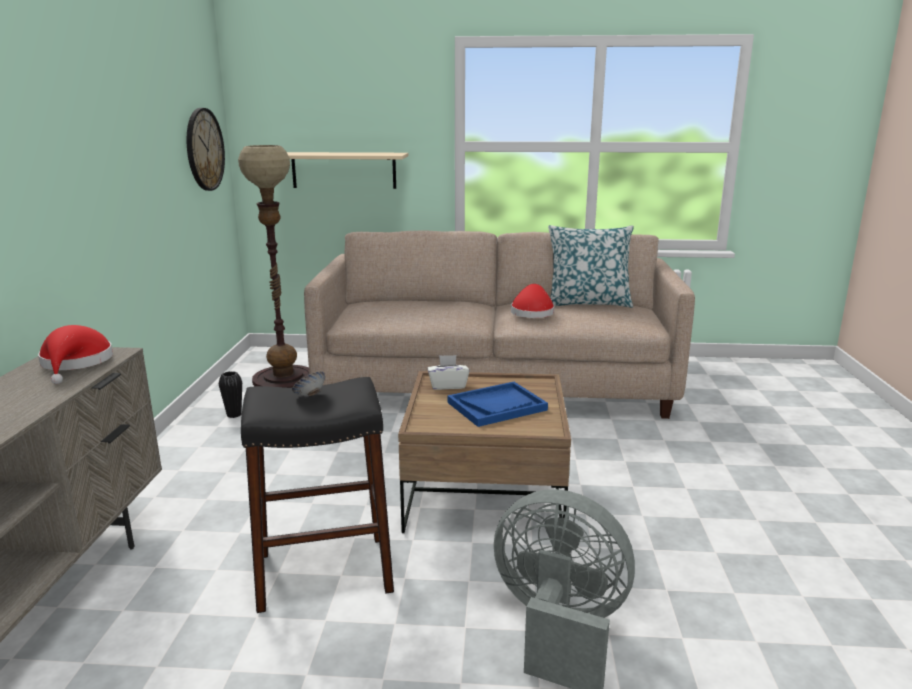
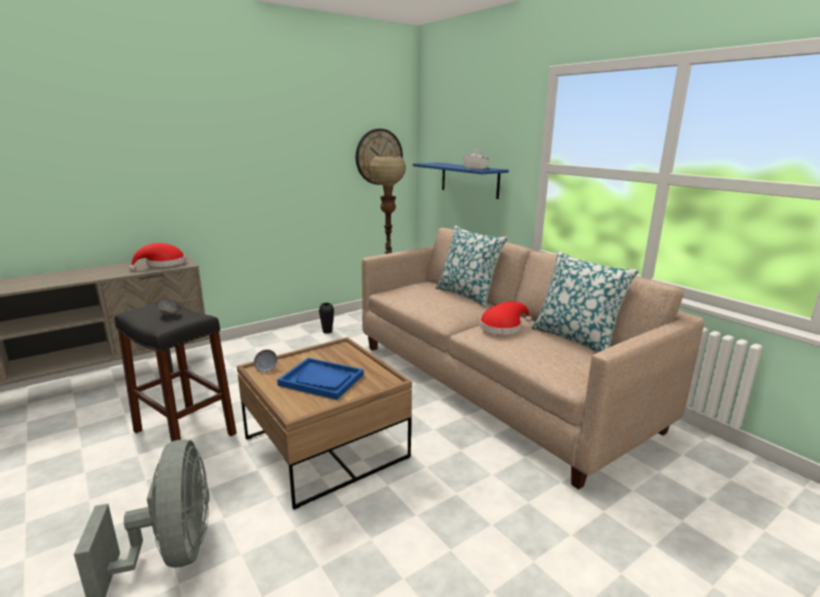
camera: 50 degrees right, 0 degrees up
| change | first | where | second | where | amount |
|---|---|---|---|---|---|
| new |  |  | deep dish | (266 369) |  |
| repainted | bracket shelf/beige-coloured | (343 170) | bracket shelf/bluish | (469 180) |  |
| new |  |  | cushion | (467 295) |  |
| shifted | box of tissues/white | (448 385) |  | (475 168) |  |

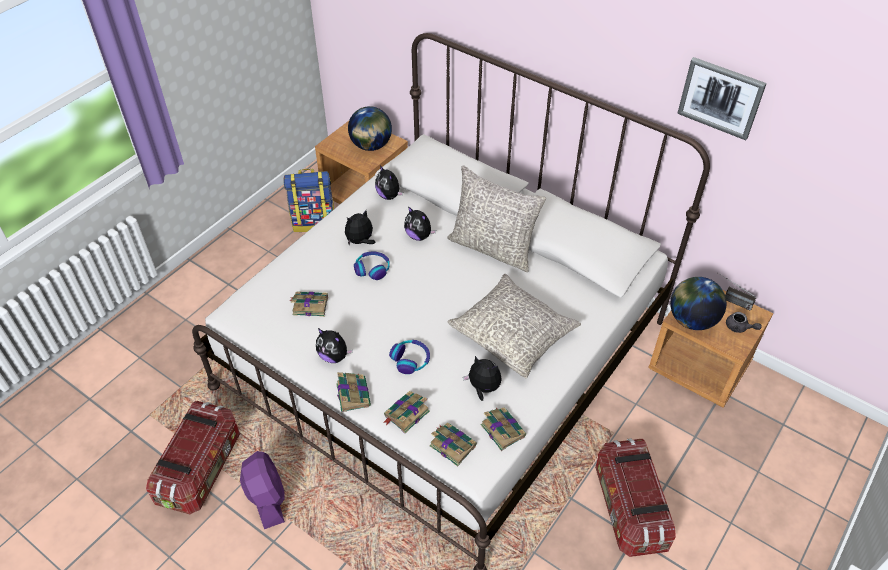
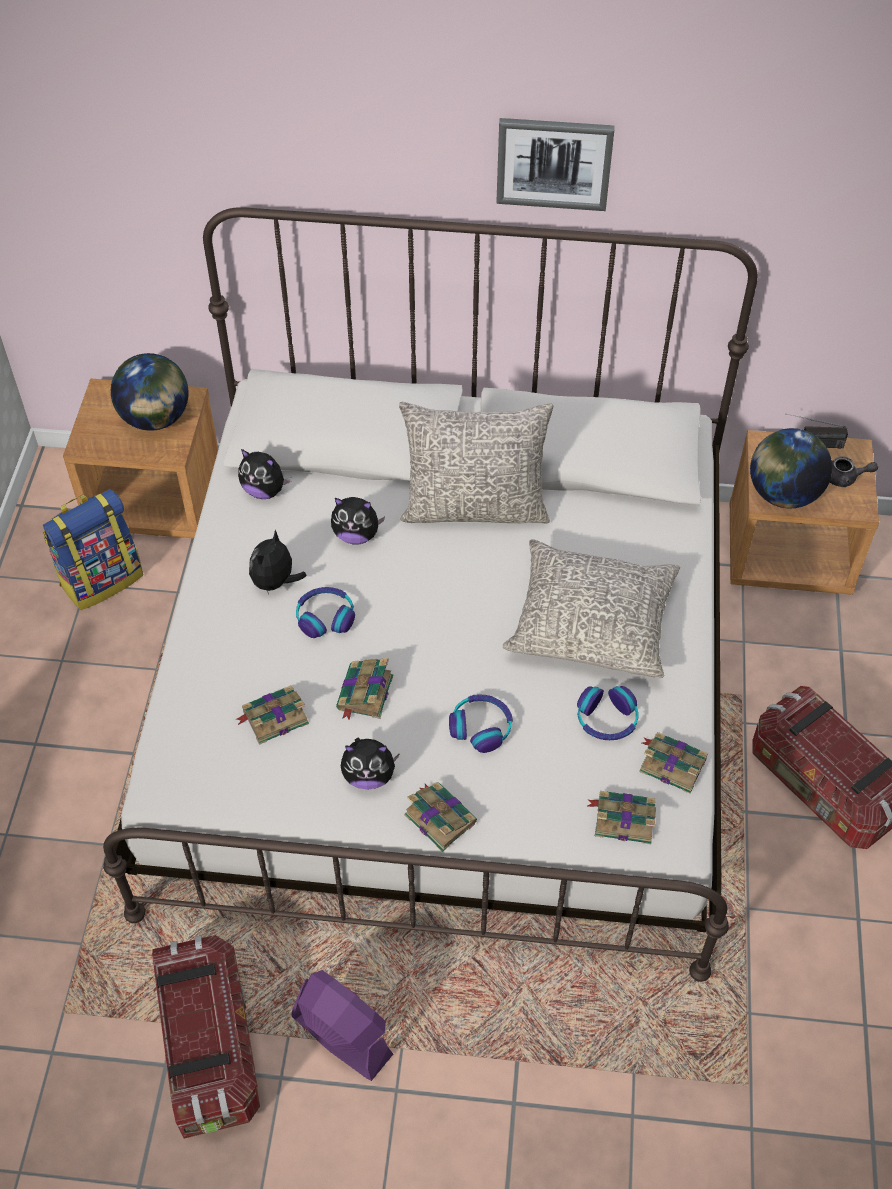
camera: 30 degrees left, 5 degrees up
| change | first | where | second | where | amount |
|---|---|---|---|---|---|
| shifted | book | (406 414) |  | (364 694) |  |
| shifted | picture | (721 97) |  | (554 163) |  |
| swapped | cuddly toy | (483 388) | pair of headphones | (606 719) |  |

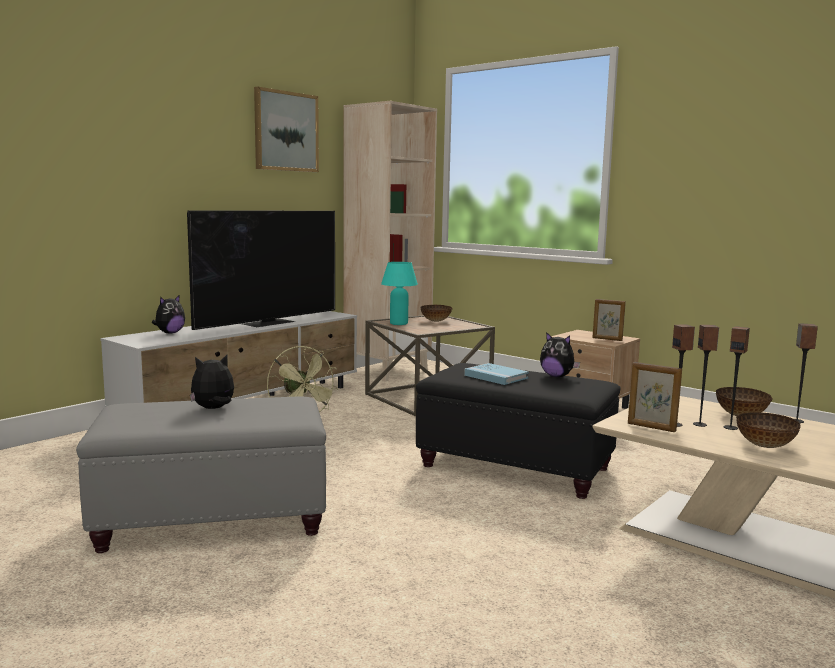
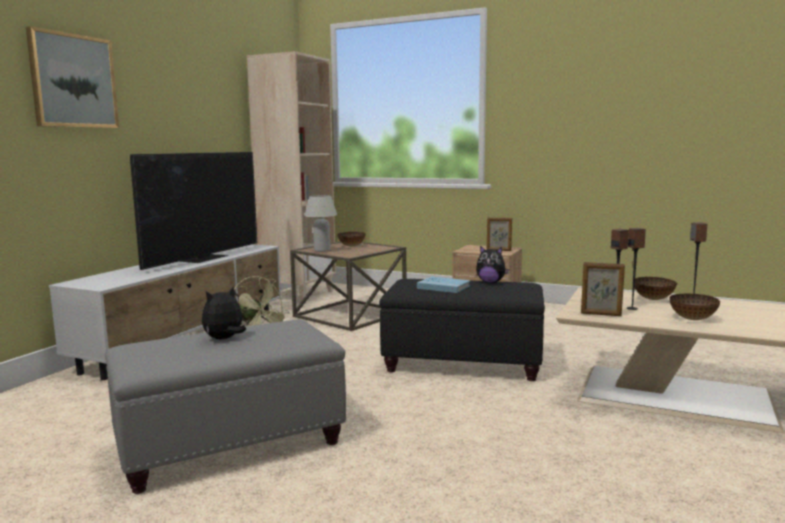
camera: 15 degrees left, 0 degrees up
| change | first | where | second | where | amount |
|---|---|---|---|---|---|
| shifted | picture | (285 131) |  | (73 81) |  |
| repainted | lamp for a table/turquoise | (398 323) | lamp for a table/white | (322 250) |  |
| gone | cuddly toy | (170 333) |  |  |  |
| gone | loudspeaker | (730 427) |  |  |  |

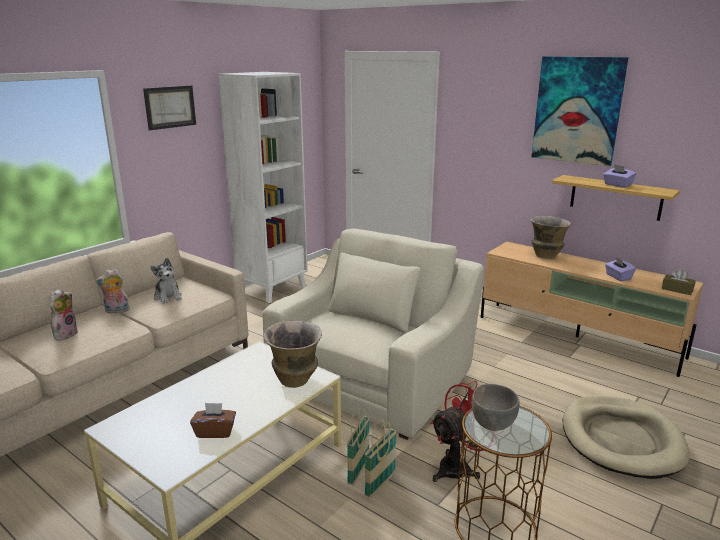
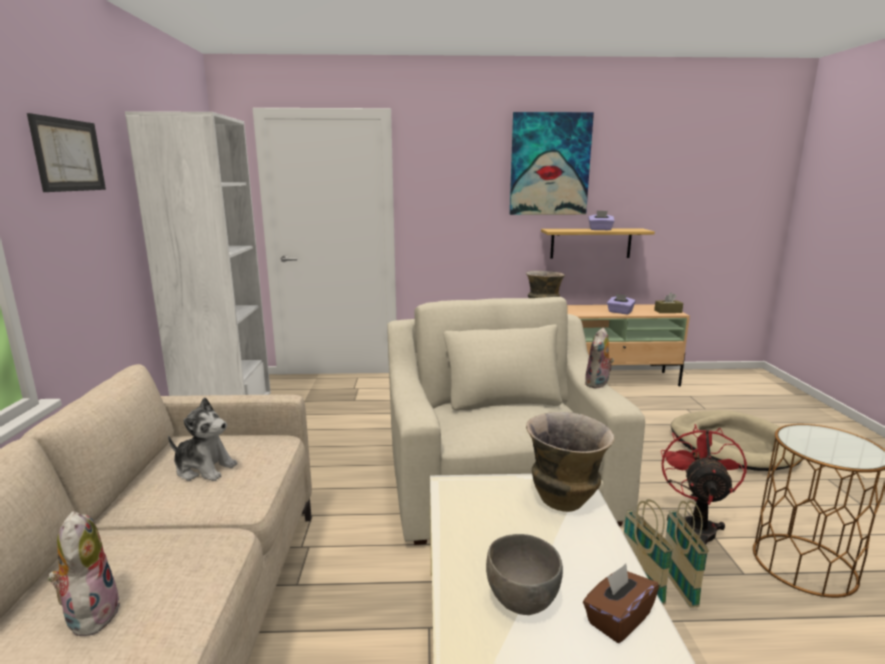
camera: 40 degrees left, 5 degrees down
| change | first | where | second | where | amount |
|---|---|---|---|---|---|
| shifted | deep dish/grey | (492 423) |  | (521 599) |  |
| shifted | cuddly toy | (116 311) |  | (598 384) |  |

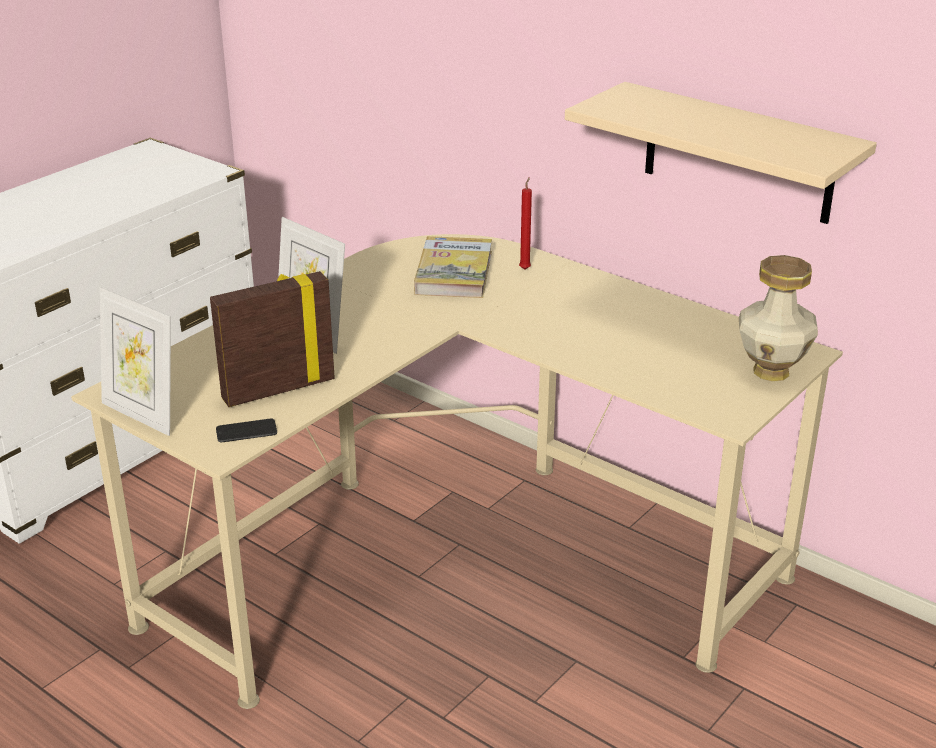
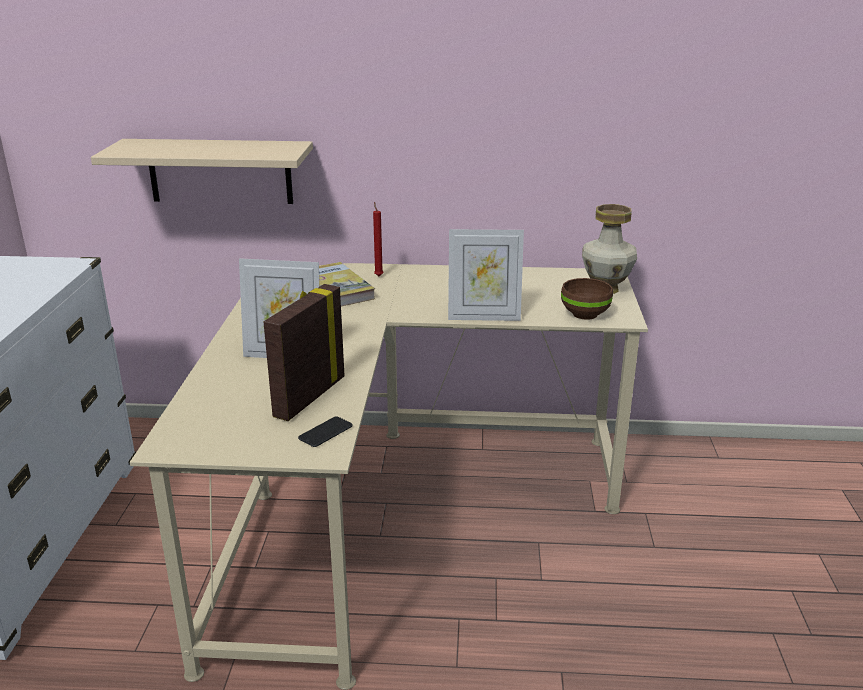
camera: 35 degrees left, 5 degrees down
| change | first | where | second | where | amount |
|---|---|---|---|---|---|
| shifted | bracket shelf/beige-coloured | (738 153) |  | (220 171) |  |
| shifted | photo frame | (143 414) |  | (484 317) |  |
| new |  |  | deep dish/brown-coloured | (585 314) |  |

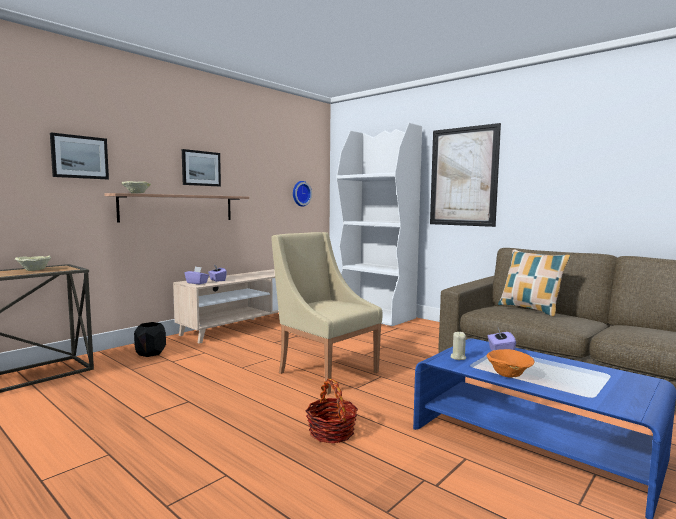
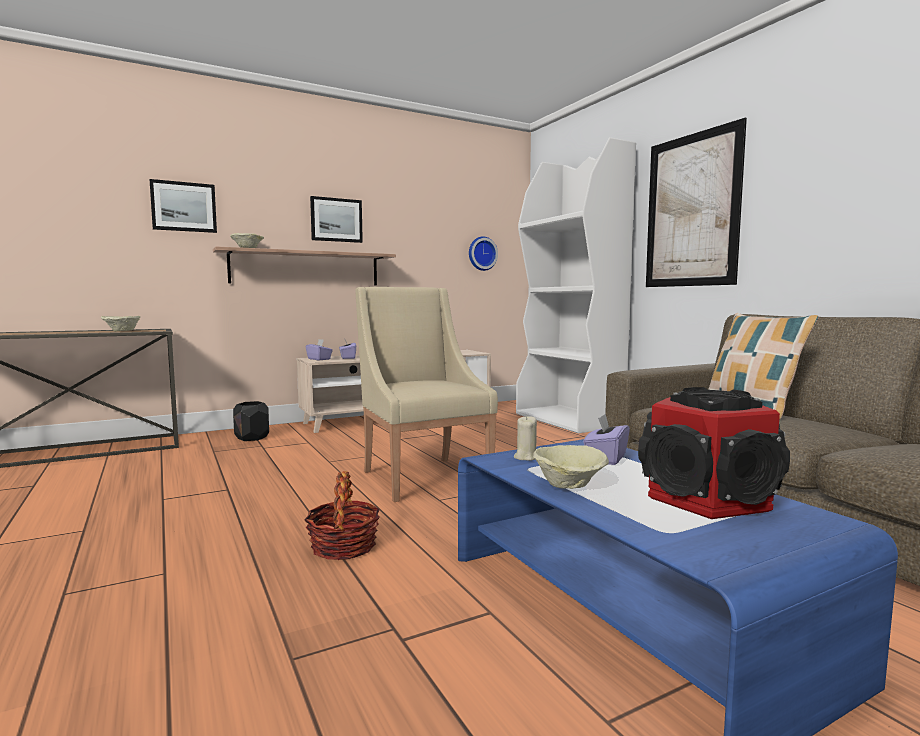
camera: 20 degrees right, 0 degrees up
| change | first | where | second | where | amount |
|---|---|---|---|---|---|
| repainted | deep dish/orange-coloured | (510 374) | deep dish/beige-coloured | (570 485) |  |
| new |  |  | loudspeaker | (707 498) |  |

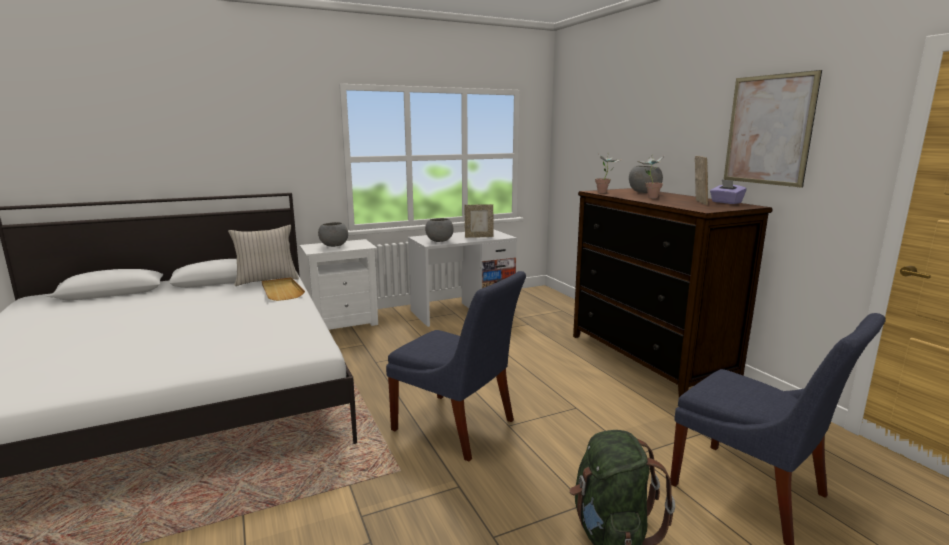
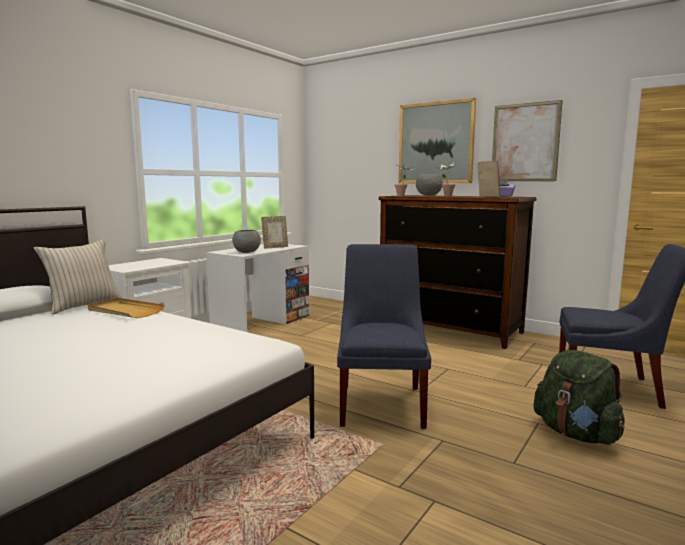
camera: 30 degrees left, 5 degrees down
| change | first | where | second | where | amount |
|---|---|---|---|---|---|
| rotated | plain chair/bluish | (457 427) |  | (382 403) | 90 degrees counterclockwise |
| new |  |  | picture | (435 143) |  |
| gone | deep dish/grey | (334 246) |  |  |  |

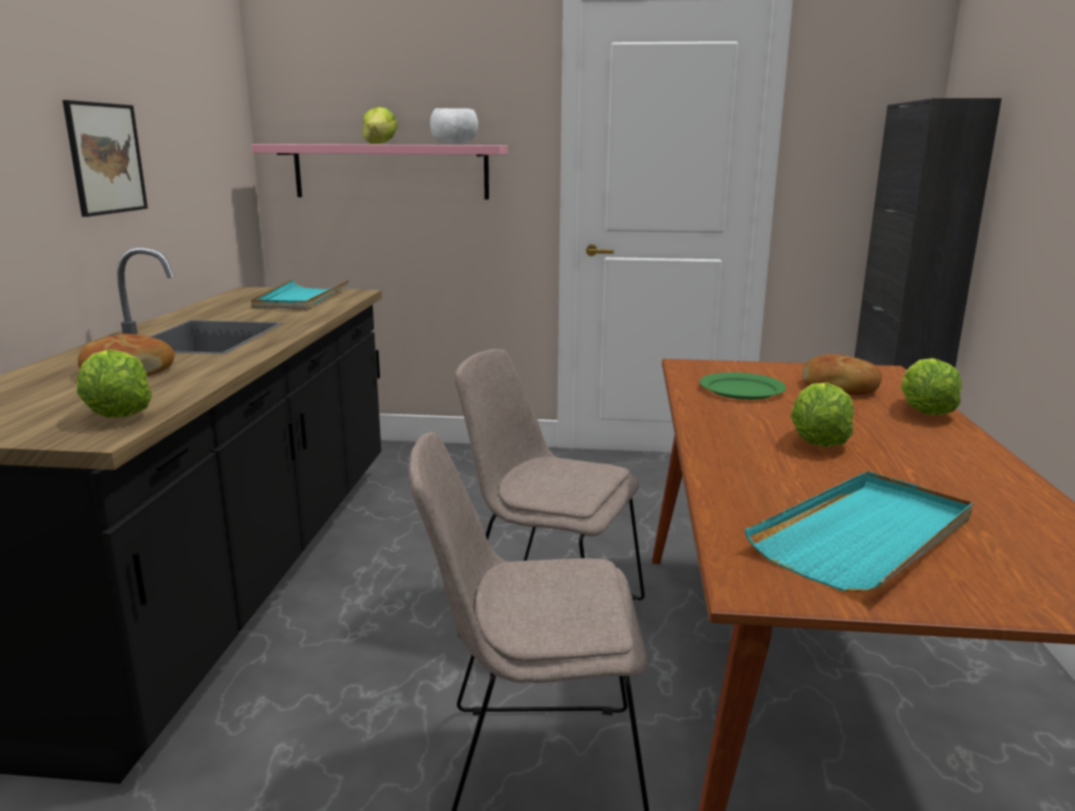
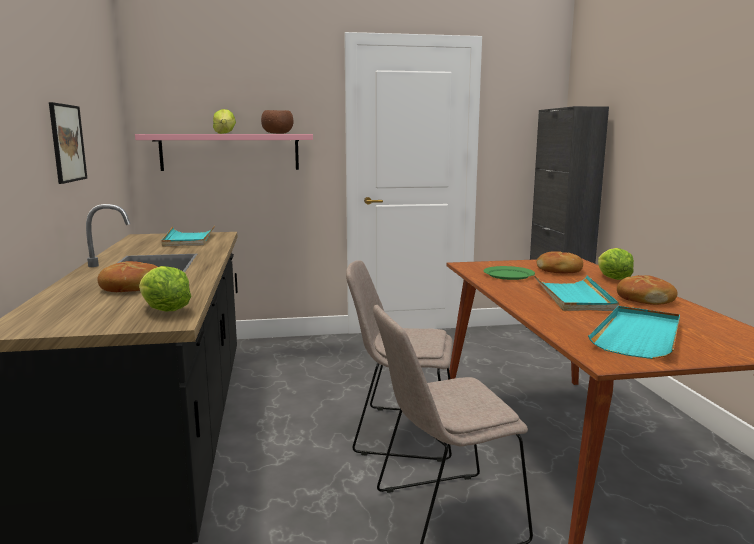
camera: 15 degrees left, 5 degrees down
| change | first | where | second | where | amount |
|---|---|---|---|---|---|
| repainted | deep dish/white | (454 144) | deep dish/brown-coloured | (277 133) |  |
| swapped | lettuce head | (817 442) | serving tray/turquoise | (574 297) |  |
| new |  |  | bread | (644 299) |  |

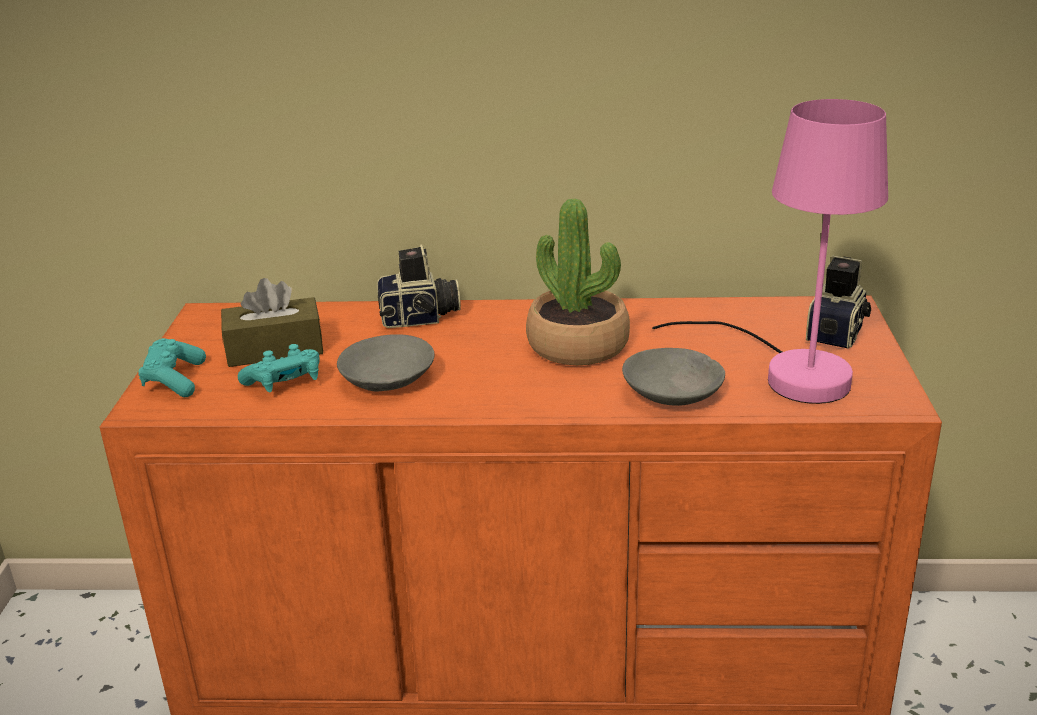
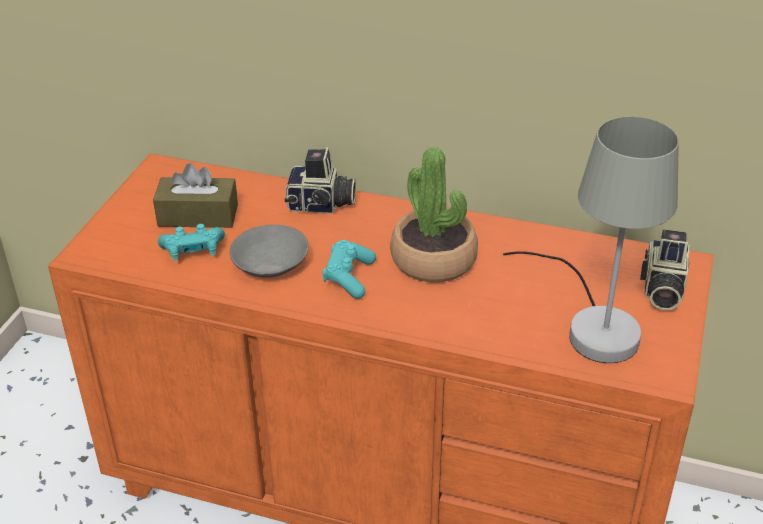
camera: 15 degrees right, 10 degrees up
| change | first | where | second | where | amount |
|---|---|---|---|---|---|
| shifted | gamepad/turquoise | (174 380) |  | (349 278) |  |
| repainted | lamp for a table/pink | (789 372) | lamp for a table/grey | (593 324) |  |
| rotated | still camera | (839 331) |  | (661 289) | 150 degrees clockwise |
| gone | deep dish/grey | (674 393) |  |  |  |

